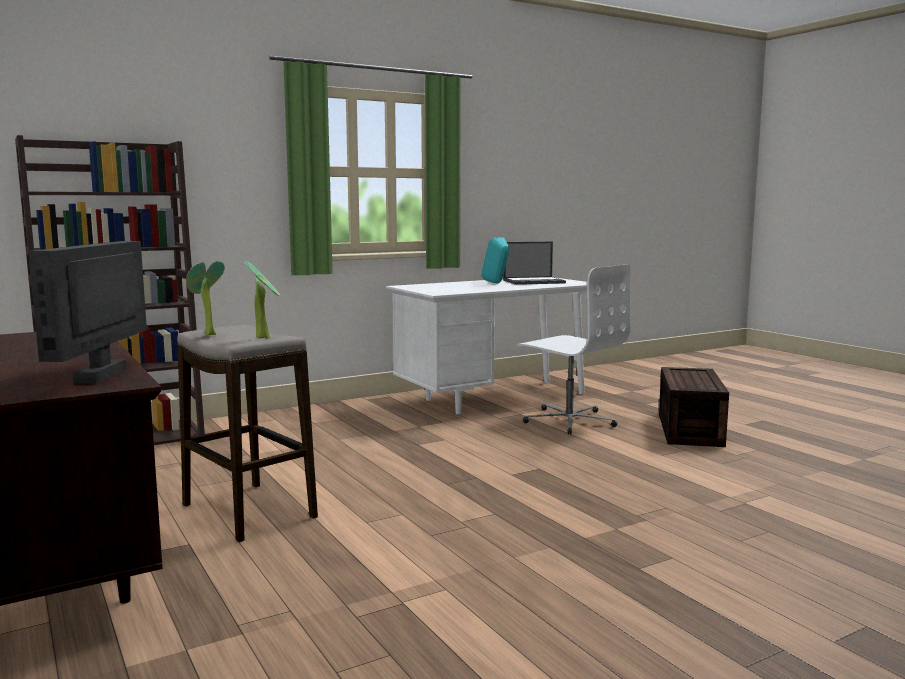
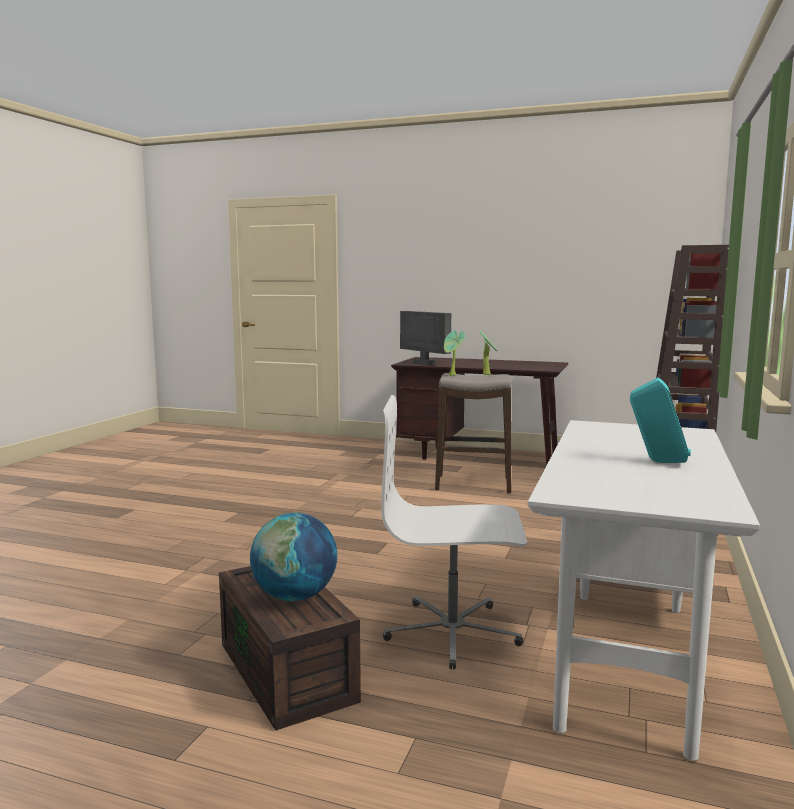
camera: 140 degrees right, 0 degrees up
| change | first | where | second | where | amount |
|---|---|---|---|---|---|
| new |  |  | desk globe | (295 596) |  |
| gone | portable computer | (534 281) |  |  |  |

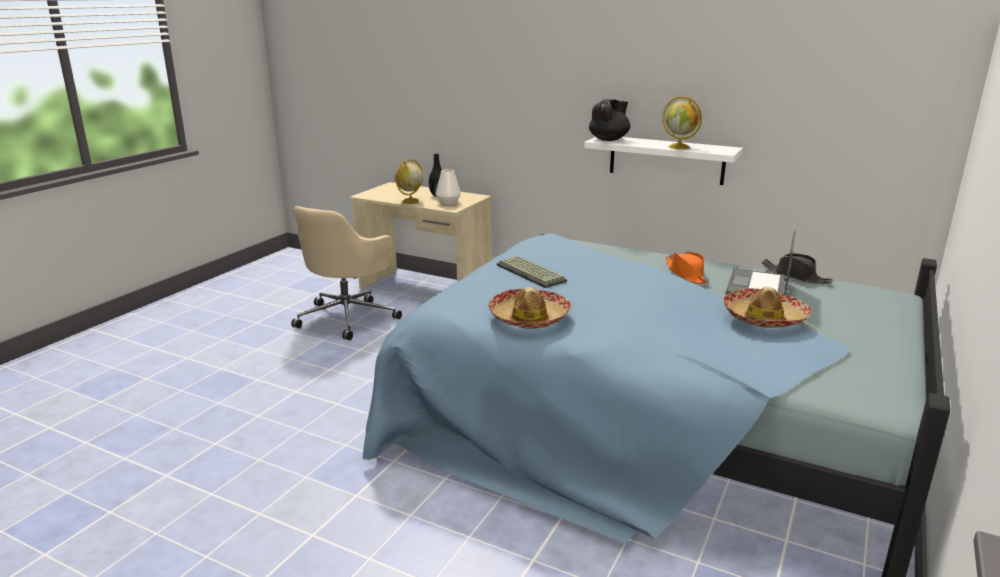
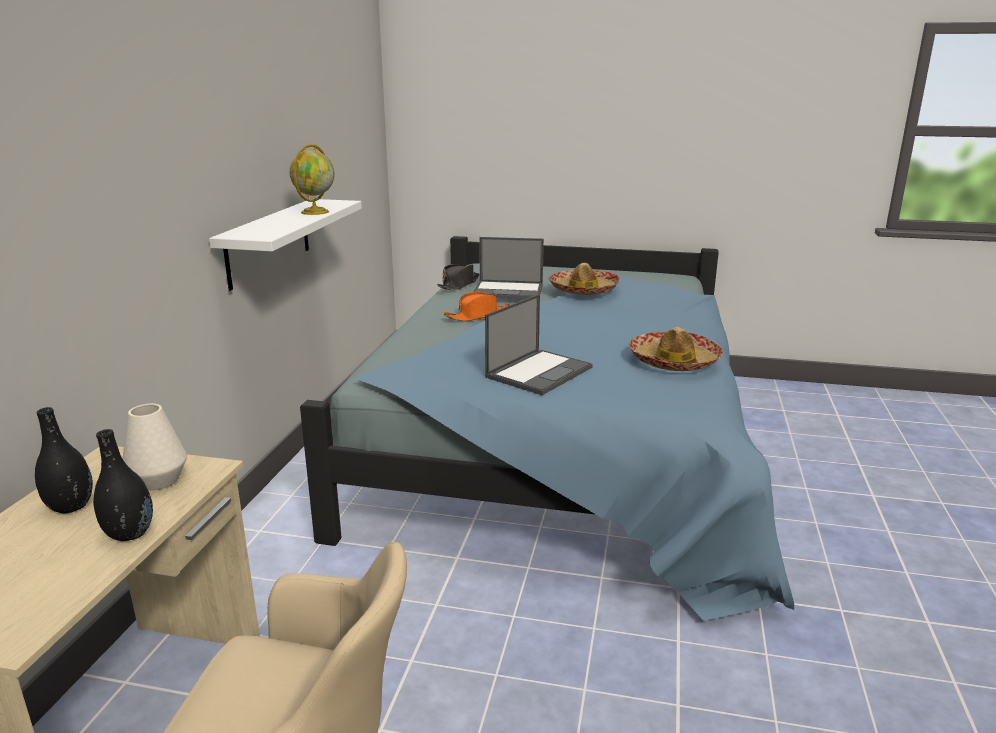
camera: 105 degrees left, 0 degrees up
| change | first | where | second | where | amount |
|---|---|---|---|---|---|
| swapped | desk globe | (410 201) | vase/black | (129 533) |  |
| swapped | keyboard | (532 273) | portable computer | (539 372) |  |
| gone | pot for tea/black | (609 139) |  |  |  |

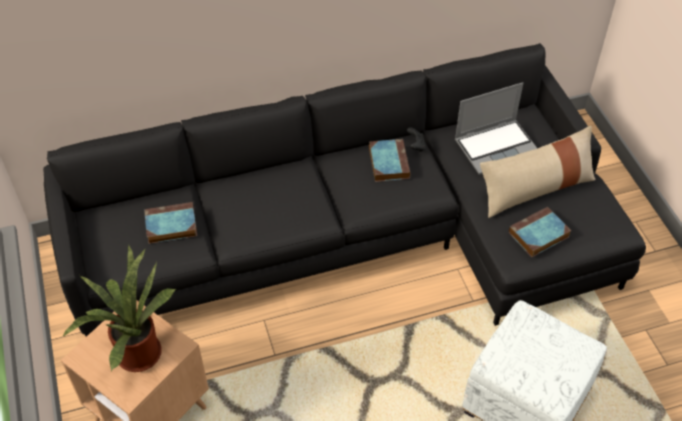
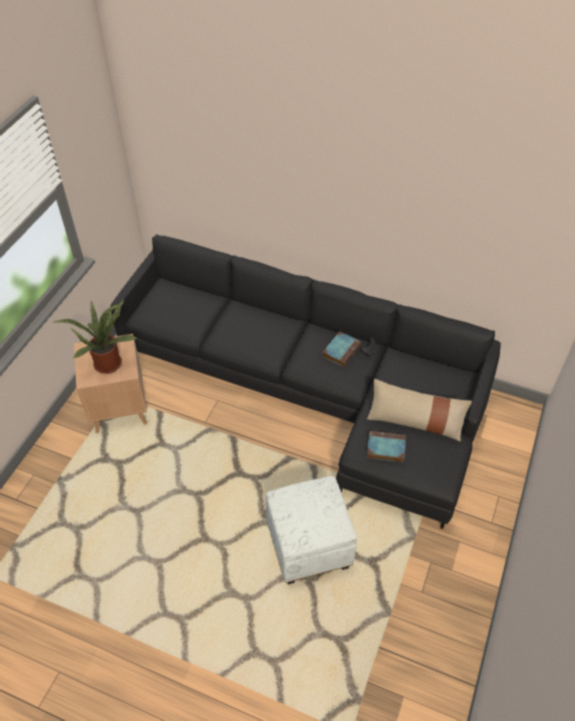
camera: 40 degrees right, 0 degrees up
| change | first | where | second | where | amount |
|---|---|---|---|---|---|
| gone | book | (170 226) |  |  |  |
| gone | portable computer | (497 147) |  |  |  |

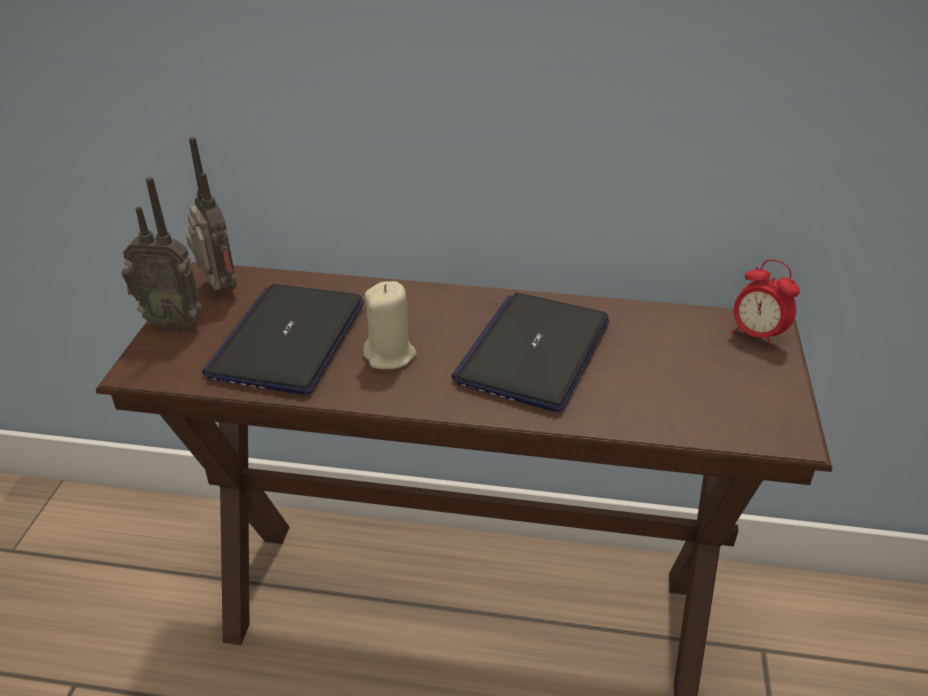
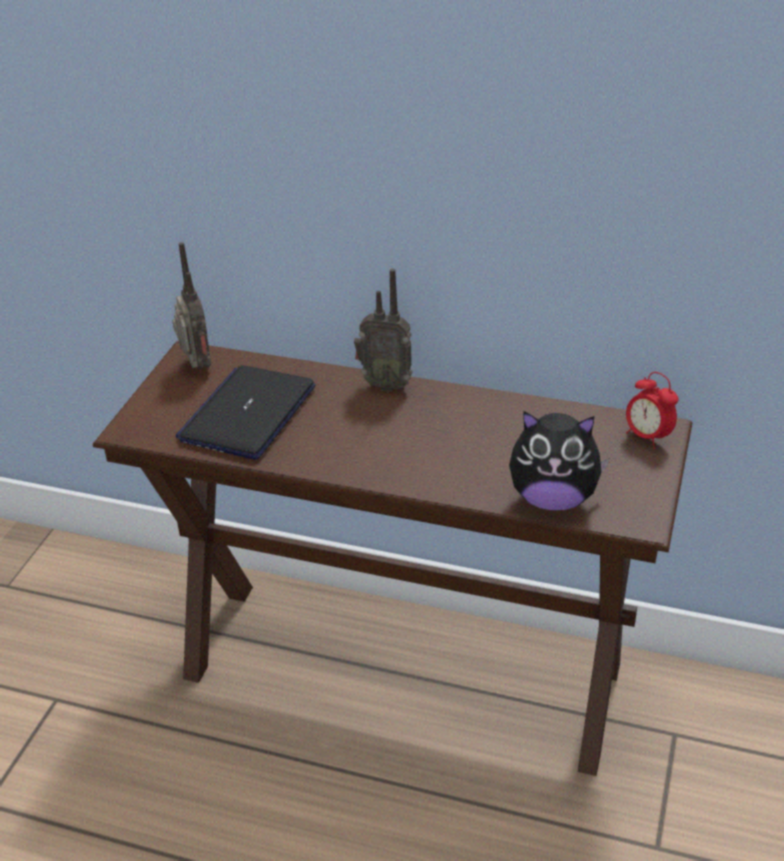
camera: 10 degrees right, 0 degrees up
| change | first | where | second | where | amount |
|---|---|---|---|---|---|
| shifted | radio receiver | (173 322) |  | (386 384) |  |
| new |  |  | cuddly toy | (553 498) |  |
| gone | candle/beige-coloured | (390 355) |  |  |  |
| gone | portable computer | (534 352) |  |  |  |

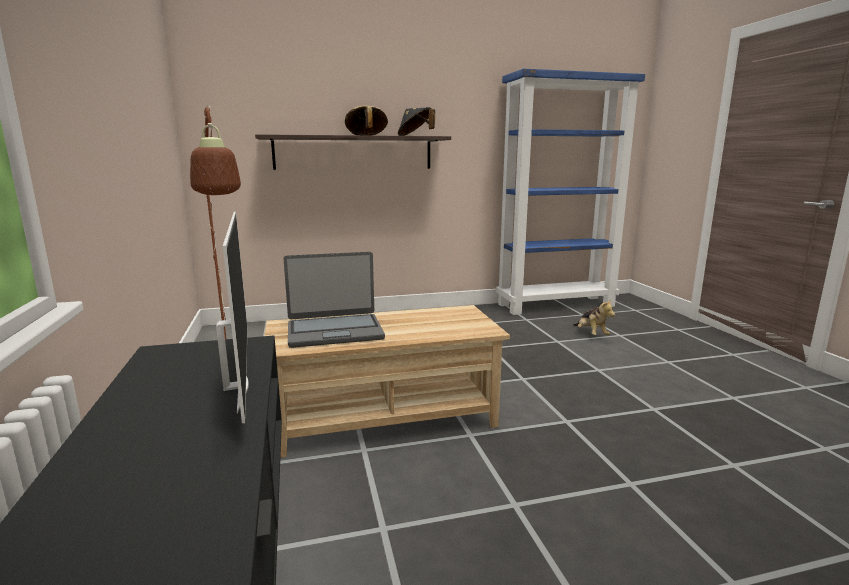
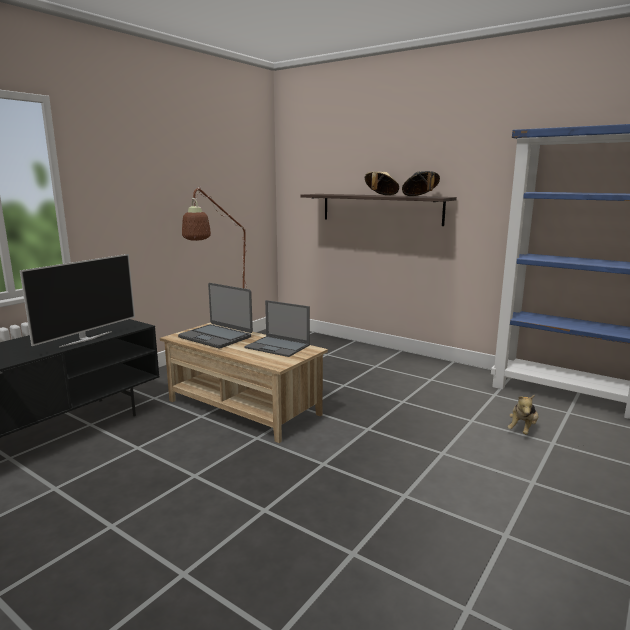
camera: 50 degrees right, 0 degrees up
| change | first | where | second | where | amount |
|---|---|---|---|---|---|
| new |  |  | portable computer | (278 346) |  |

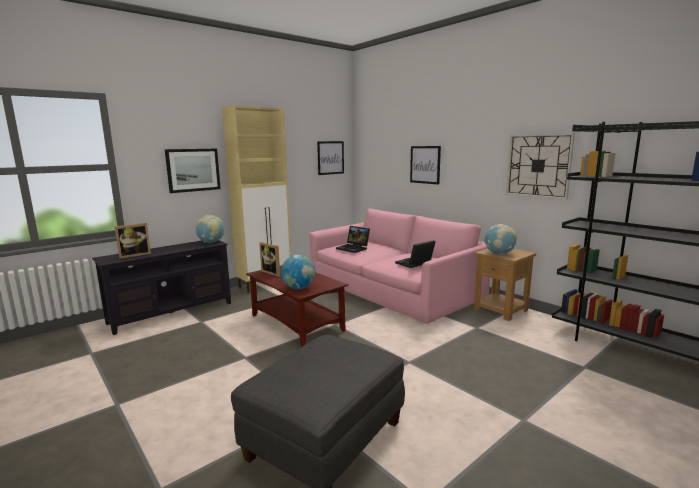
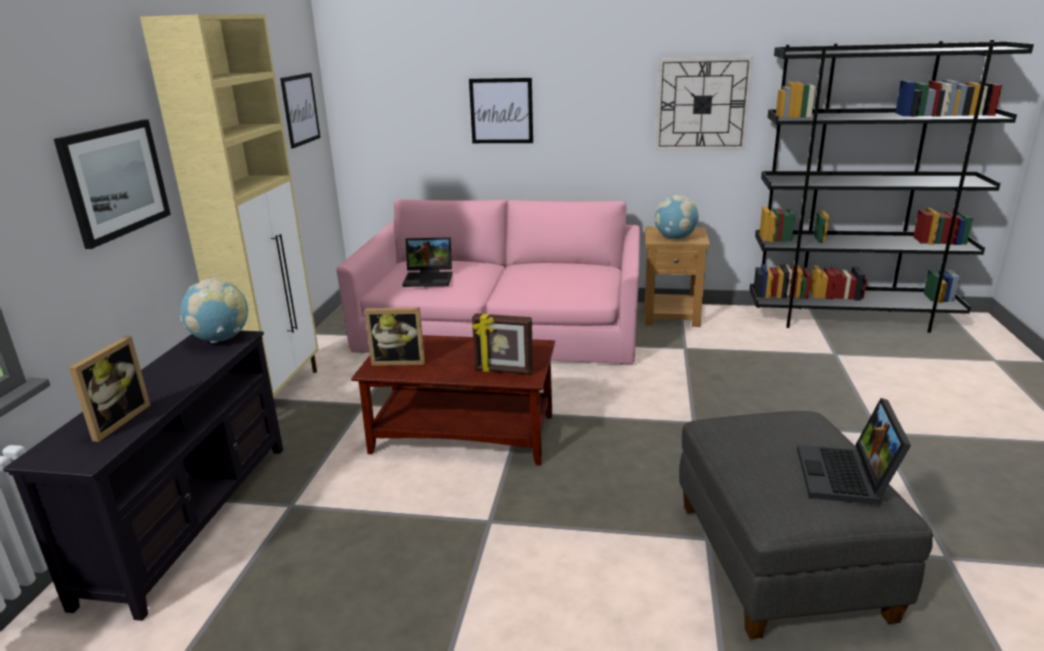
camera: 40 degrees left, 10 degrees up
| change | first | where | second | where | amount |
|---|---|---|---|---|---|
| swapped | desk globe | (299 288) | photo frame | (503 371) |  |
| shifted | portable computer | (414 264) |  | (847 478) |  |

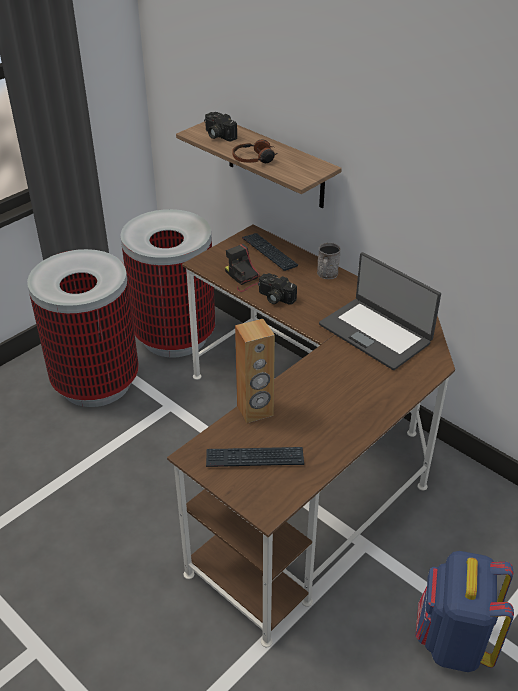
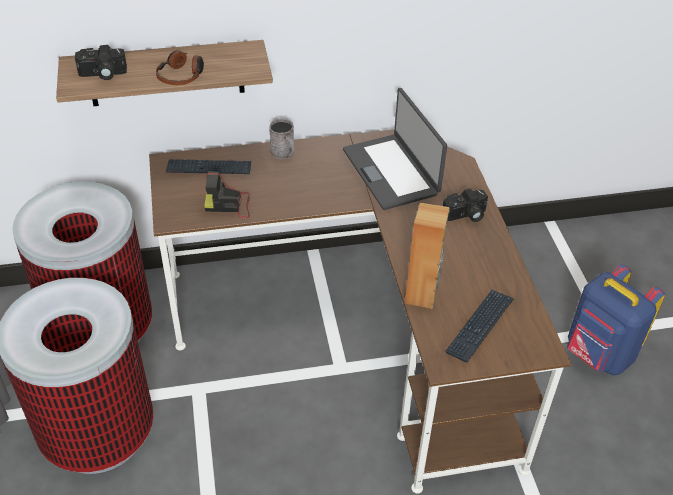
camera: 55 degrees left, 5 degrees up
| change | first | where | second | where | amount |
|---|---|---|---|---|---|
| rotated | portable computer | (375 333) |  | (391 171) | 75 degrees clockwise |
| shifted | still camera | (274 298) |  | (465 215) |  |

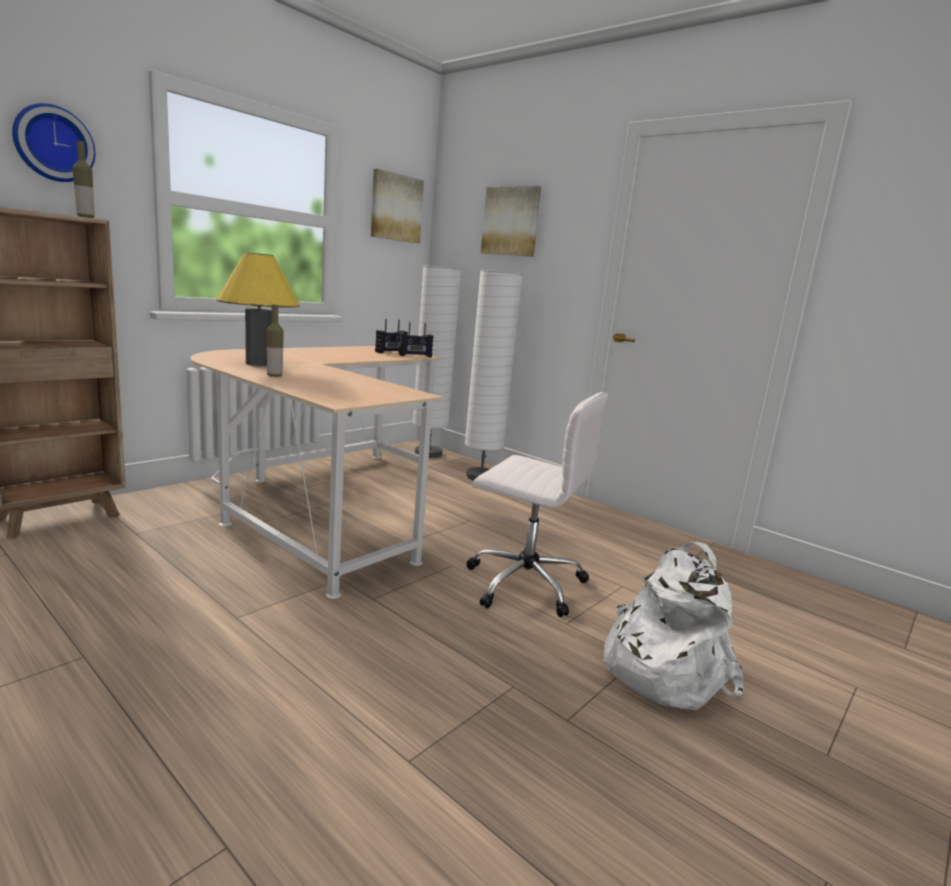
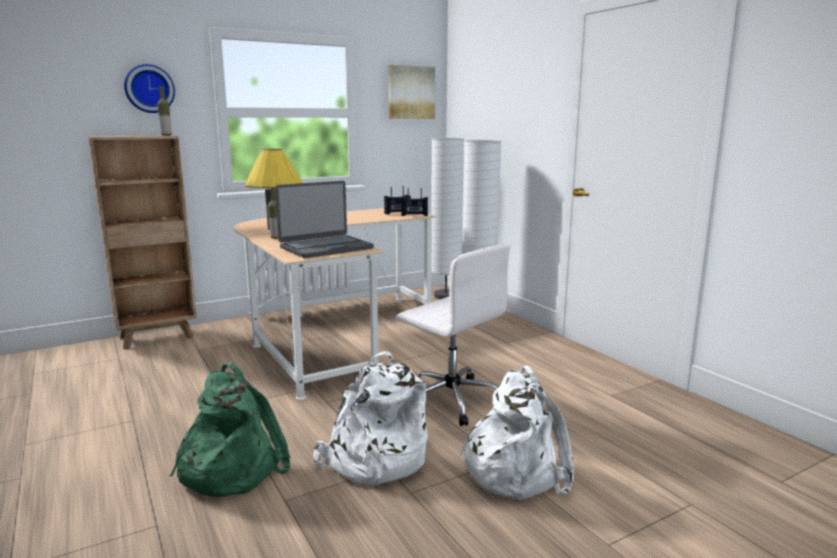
camera: 20 degrees right, 0 degrees up
| change | first | where | second | where | amount |
|---|---|---|---|---|---|
| new |  |  | backpack/greenish | (231 468) |  |
| new |  |  | portable computer | (325 248) |  |
| new |  |  | backpack/white | (373 460) |  |
| gone | picture | (511 221) |  |  |  |

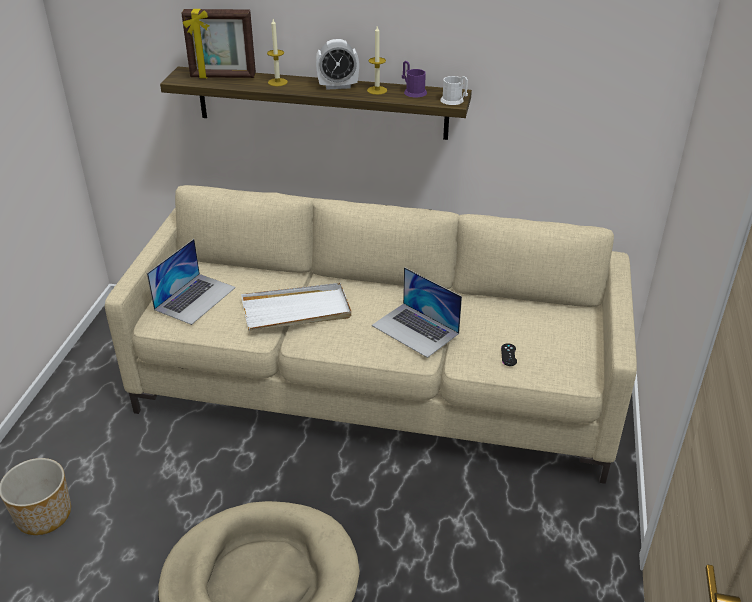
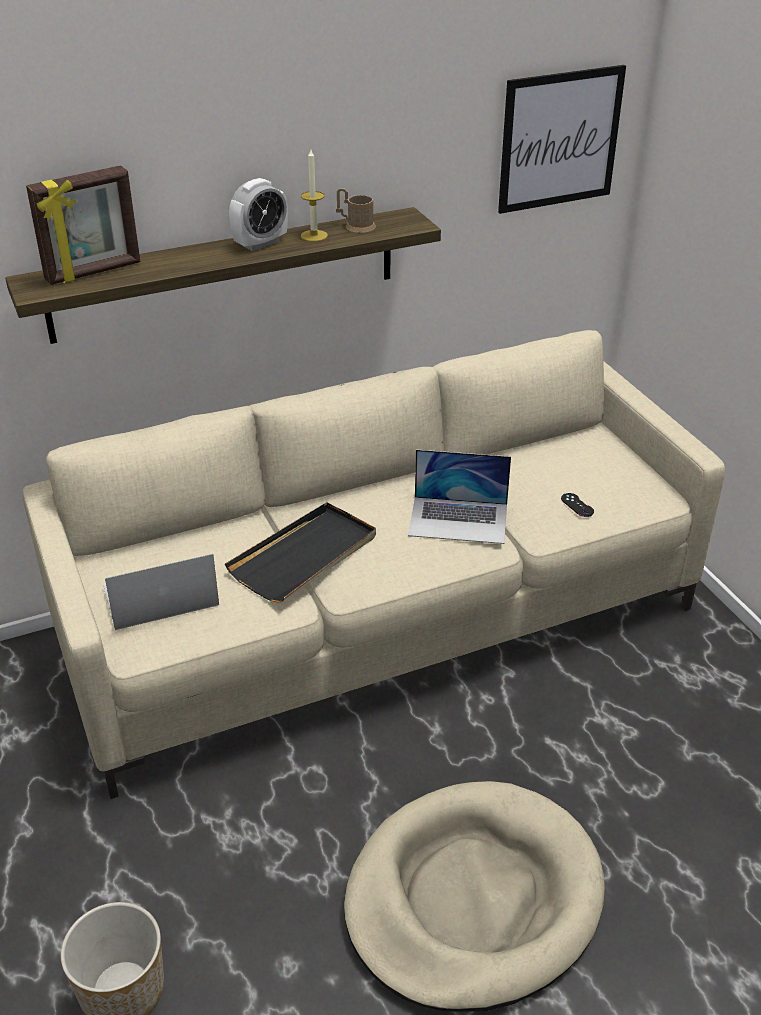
camera: 35 degrees left, 0 degrees up
| change | first | where | second | where | amount |
|---|---|---|---|---|---|
| rotated | portable computer | (195 298) |  | (160 596) | 105 degrees counterclockwise |
| repainted | serving tray/white | (296 311) | serving tray/black | (305 556) |  |
| repainted | mug/purple | (412 91) | mug/brown-coloured | (356 226) |  |
| new |  |  | picture | (560 139) |  |
| gone | candle | (277 82) |  |  |  |
| gone | mug/white | (454 101) |  |  |  |

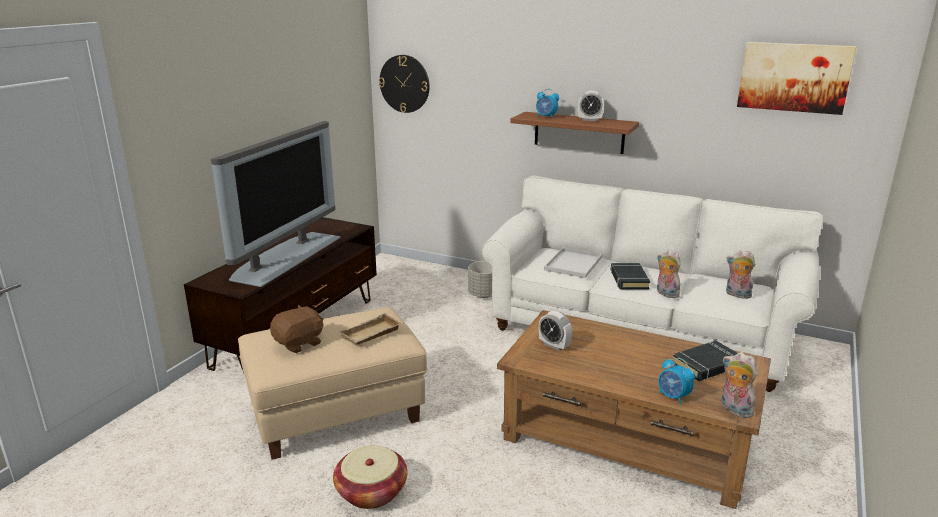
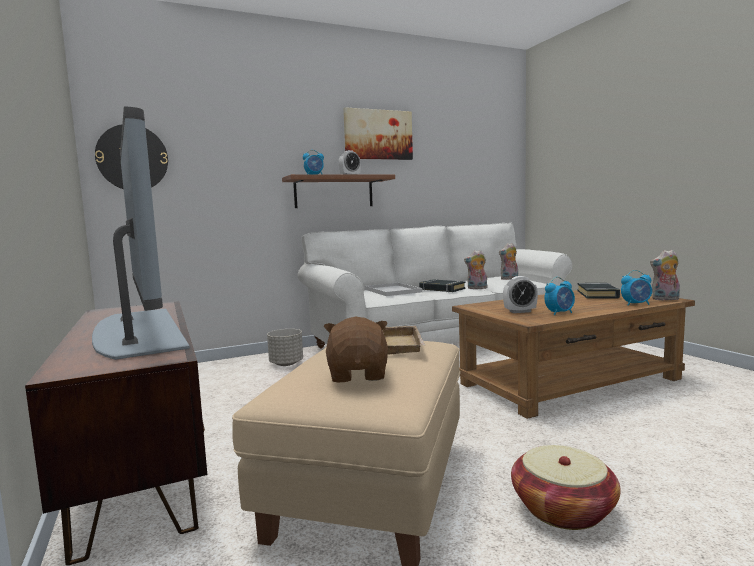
camera: 50 degrees left, 15 degrees down
| change | first | where | second | where | amount |
|---|---|---|---|---|---|
| shifted | picture | (794 77) |  | (378 135) |  |
| new |  |  | bedside clock | (559 313) |  |

